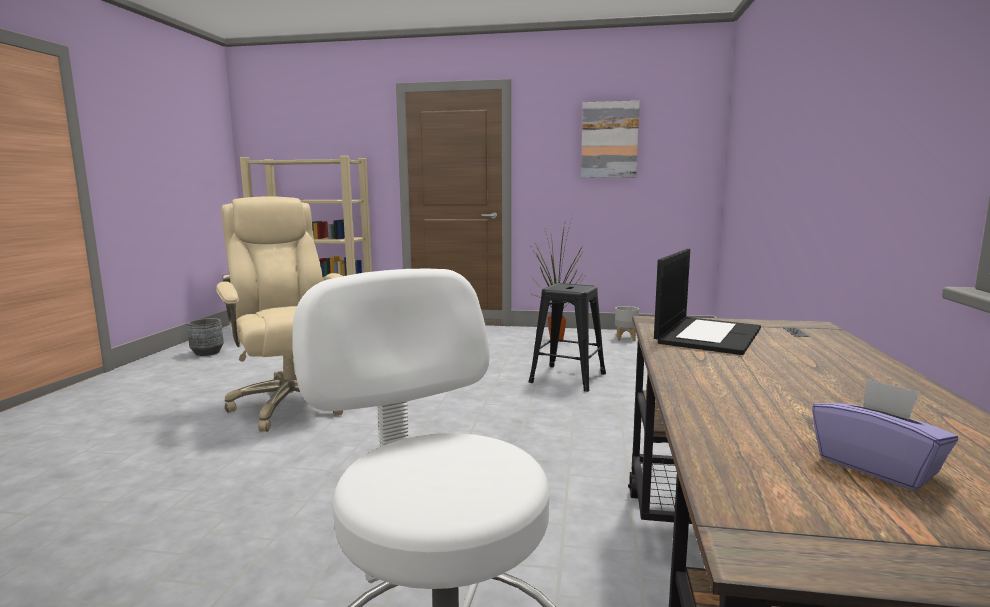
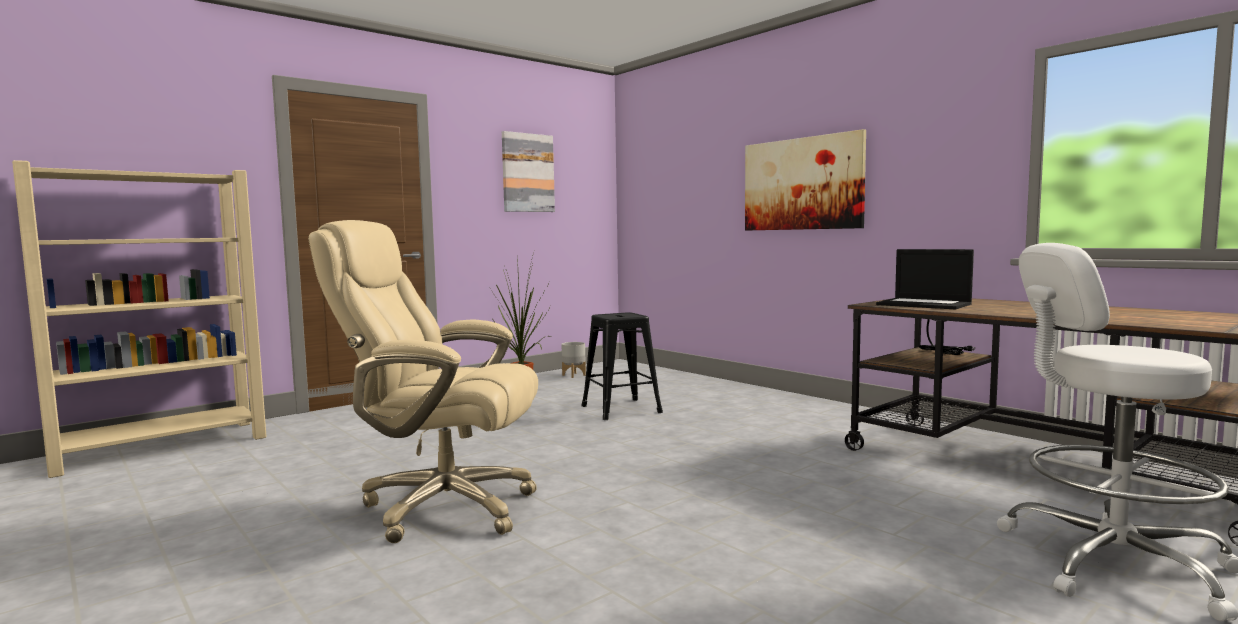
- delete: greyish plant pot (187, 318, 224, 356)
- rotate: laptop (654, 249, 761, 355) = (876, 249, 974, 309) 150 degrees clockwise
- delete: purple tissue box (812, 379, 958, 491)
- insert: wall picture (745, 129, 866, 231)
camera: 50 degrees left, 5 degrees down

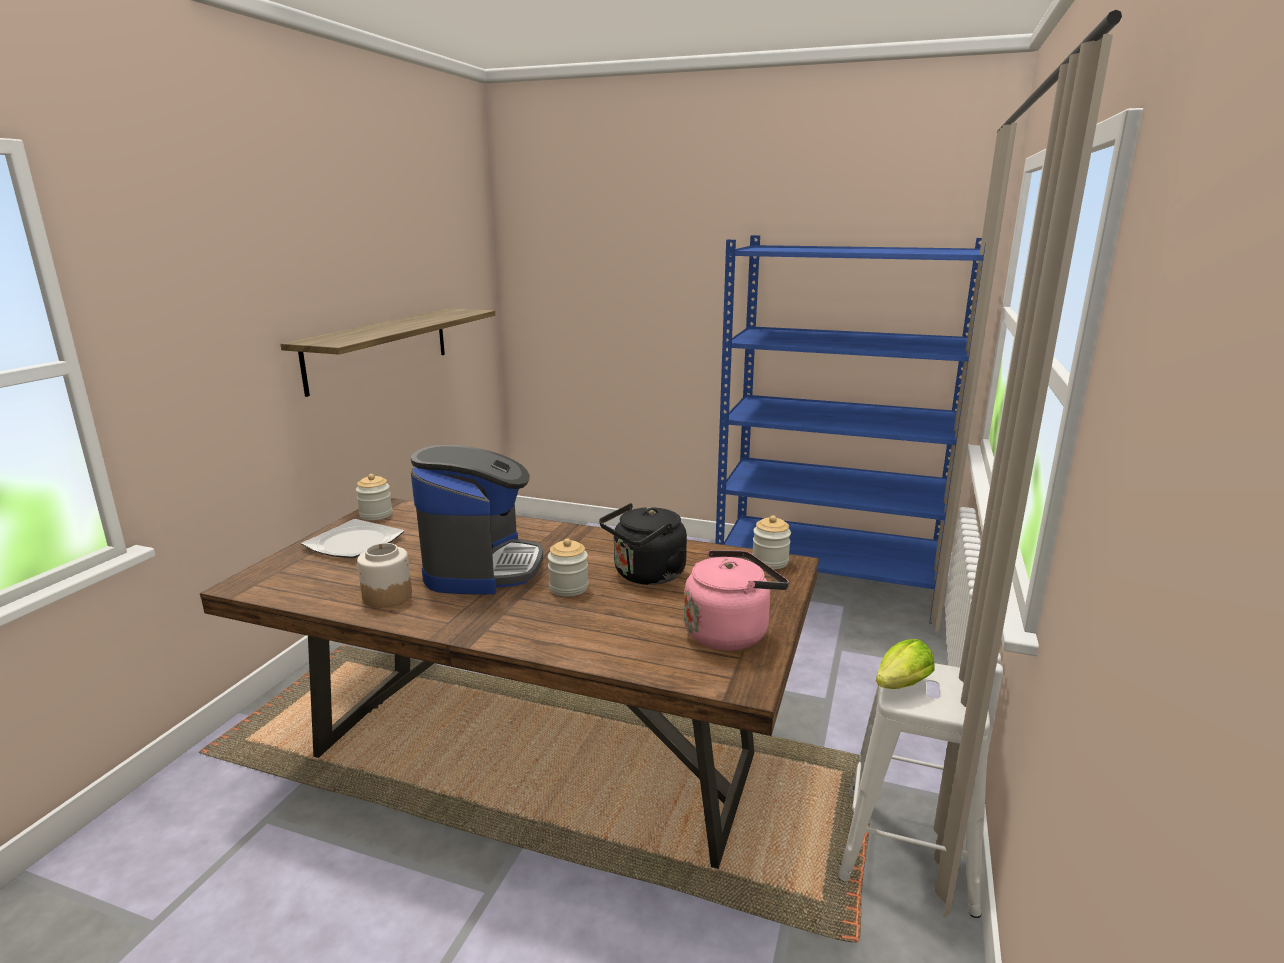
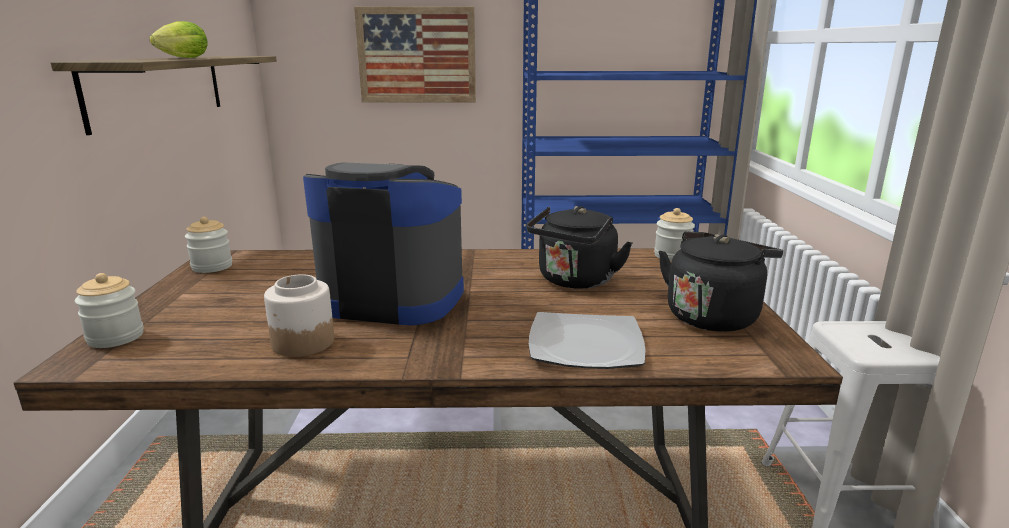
- move: dinner plate (301, 519, 404, 558) to (529, 312, 646, 369)
- rotate: coffee brewer (411, 445, 543, 594) = (303, 163, 464, 326) 60 degrees counterclockwise
- move: jar (548, 539, 589, 597) to (75, 273, 144, 348)
- recolor: pink kettle (684, 550, 789, 651) to black-coloured kettle (659, 232, 783, 332)
- move: head of lettuce (876, 639, 935, 689) to (149, 21, 208, 58)
- insert: wall picture (354, 6, 476, 103)
camera: 20 degrees left, 0 degrees up

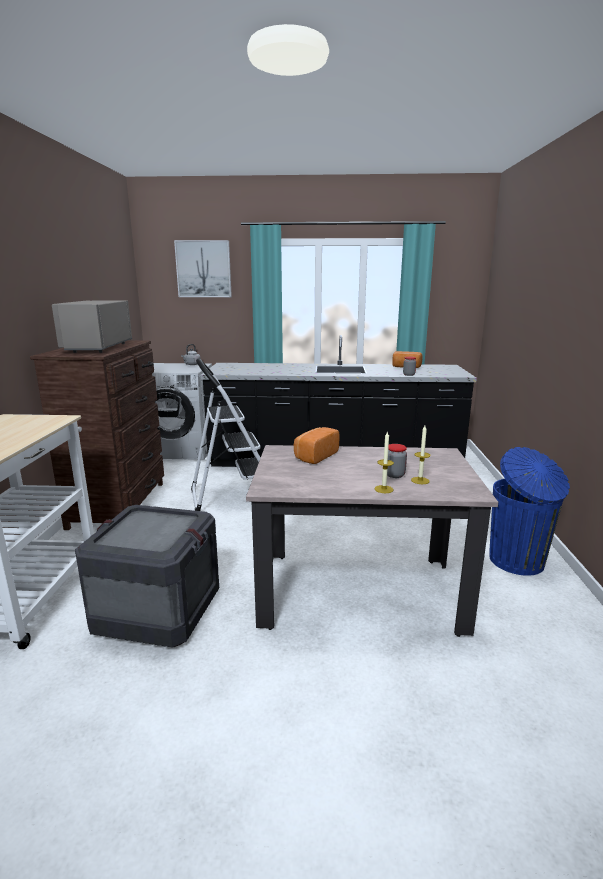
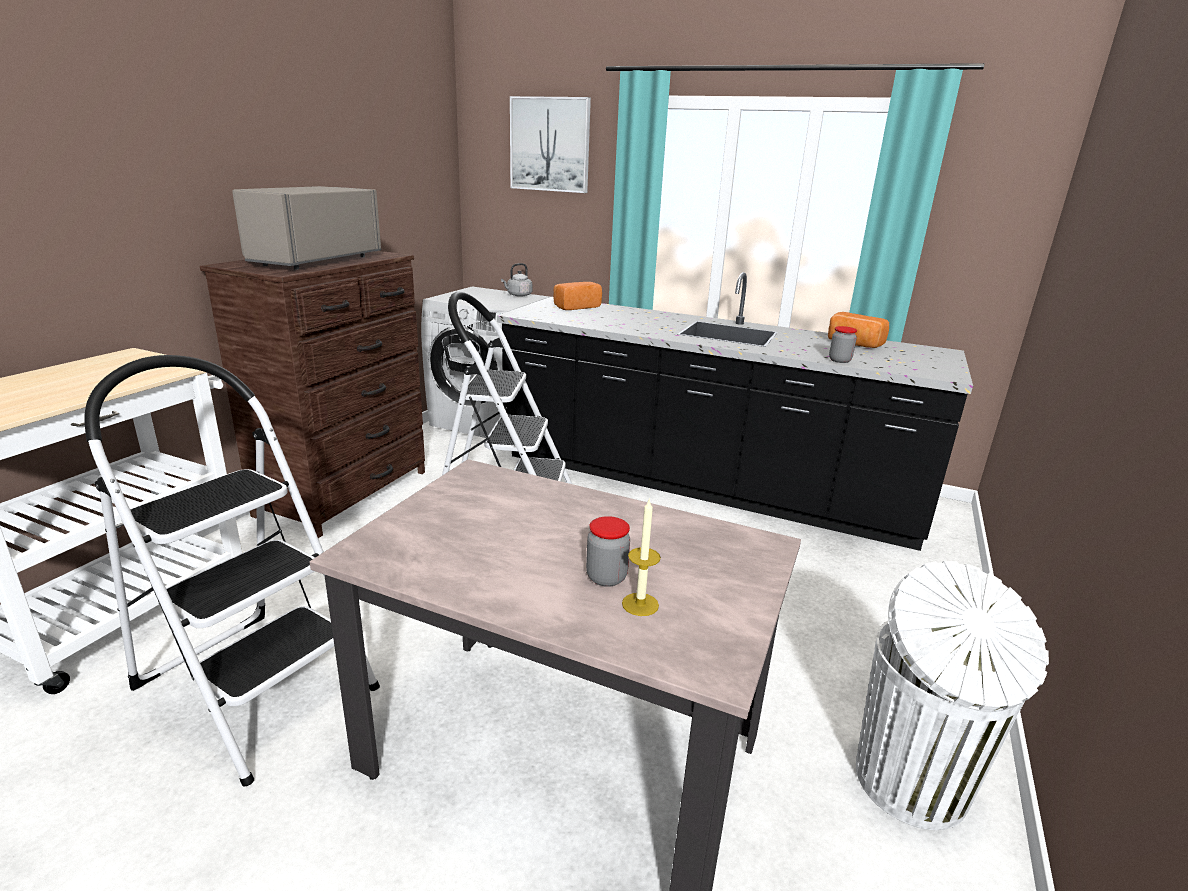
- replace: packing crate (75, 505, 219, 648) to stepladder (85, 355, 380, 787)
- move: bakery bread (294, 427, 339, 464) to (553, 282, 602, 310)
- delete: candle (375, 431, 394, 493)
- recolor: blue waste bin (489, 447, 570, 576) to white-coloured waste bin (856, 561, 1049, 830)
camera: 20 degrees right, 5 degrees up

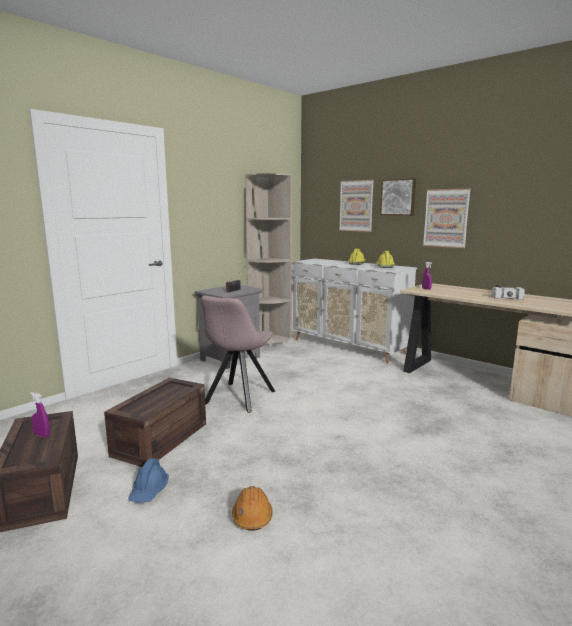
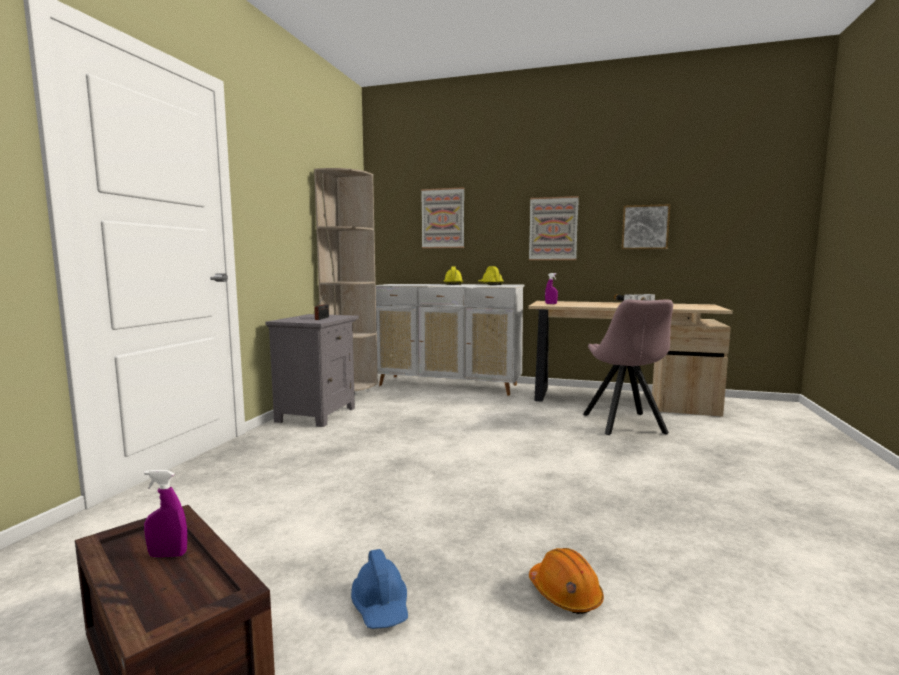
- delete: packing crate (104, 378, 206, 467)
- move: pink plain chair (201, 296, 275, 413) to (583, 299, 673, 435)
- move: wall picture (380, 178, 416, 216) to (621, 204, 670, 250)
camera: 25 degrees left, 5 degrees down

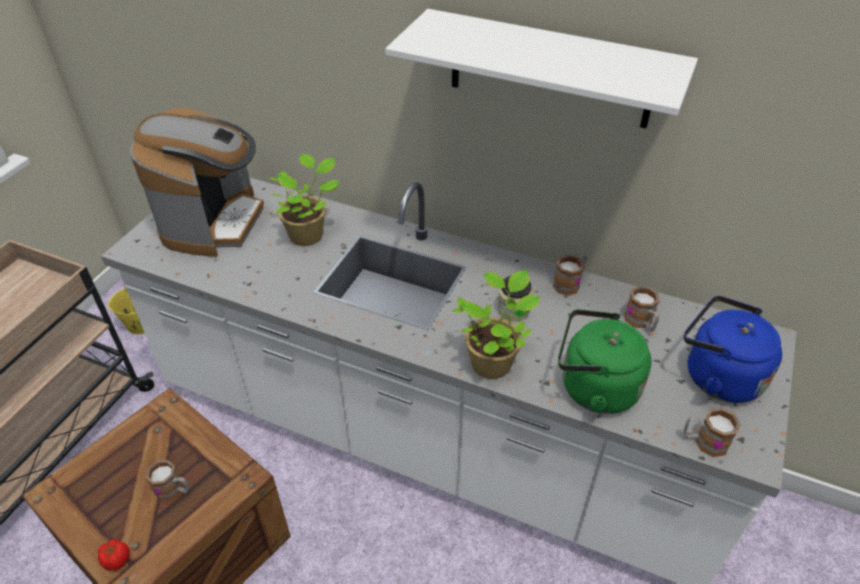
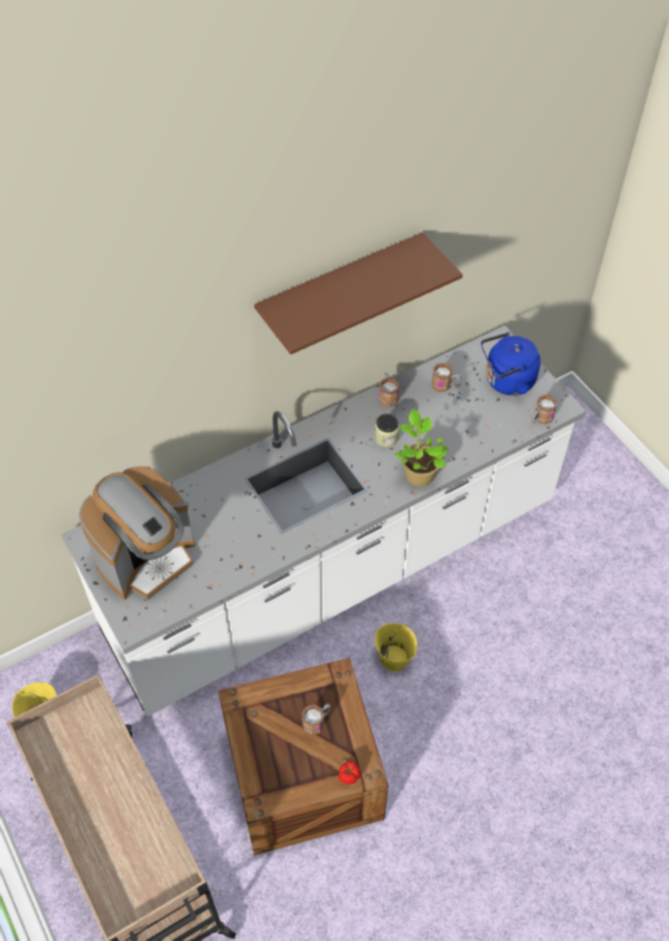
- rotate: coffee brewer (130, 108, 264, 257) = (79, 466, 195, 600) 90 degrees clockwise
- delete: houseplant (269, 153, 340, 246)
- recolor: white-coloured shelf (385, 9, 698, 128) to brown shelf (254, 232, 463, 354)
- delete: greenish kettle (558, 309, 652, 414)
- insert: yellowish bucket (375, 623, 418, 671)
camera: 55 degrees left, 10 degrees up

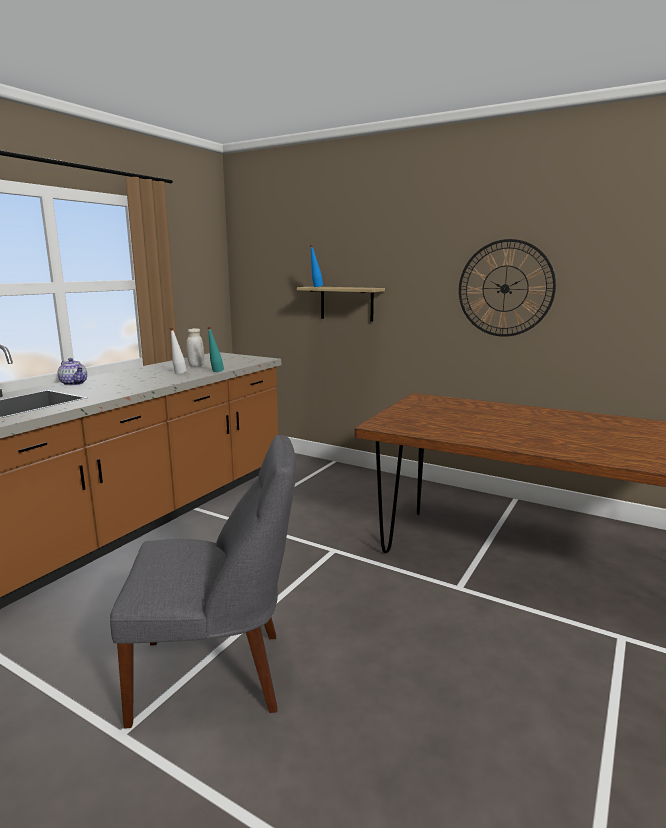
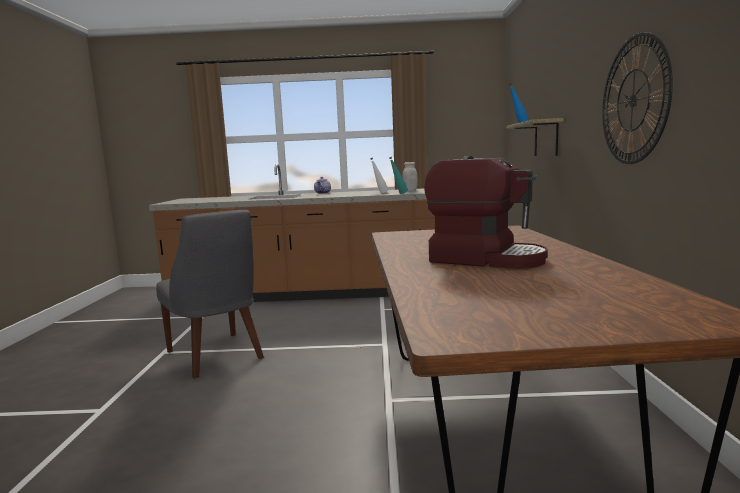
- insert: coffee brewer (424, 156, 548, 269)
camera: 60 degrees right, 5 degrees down

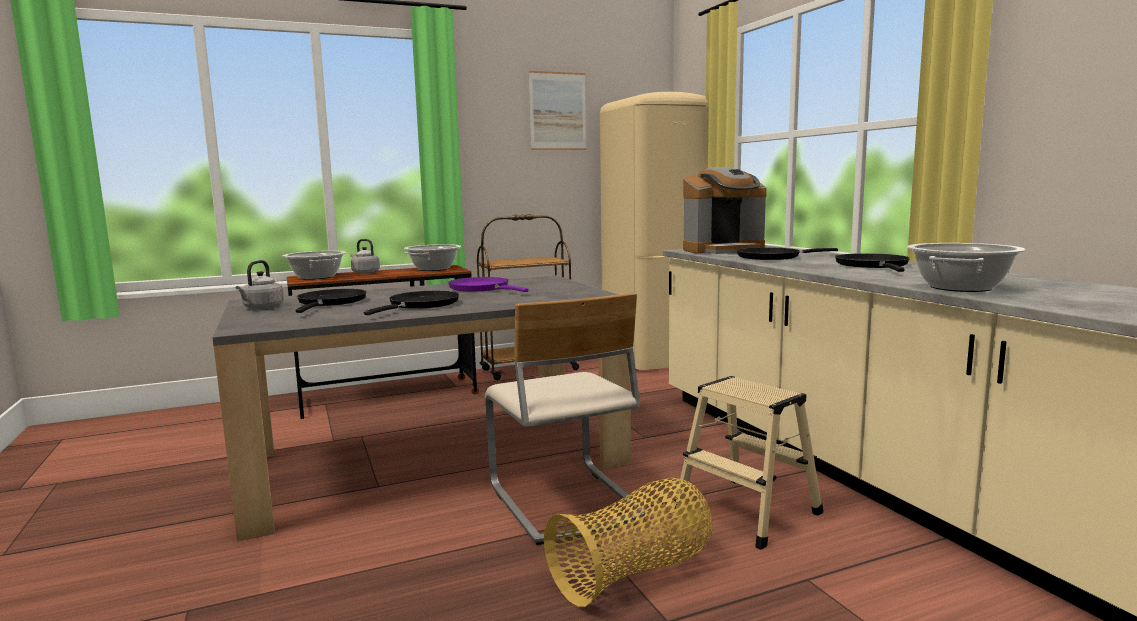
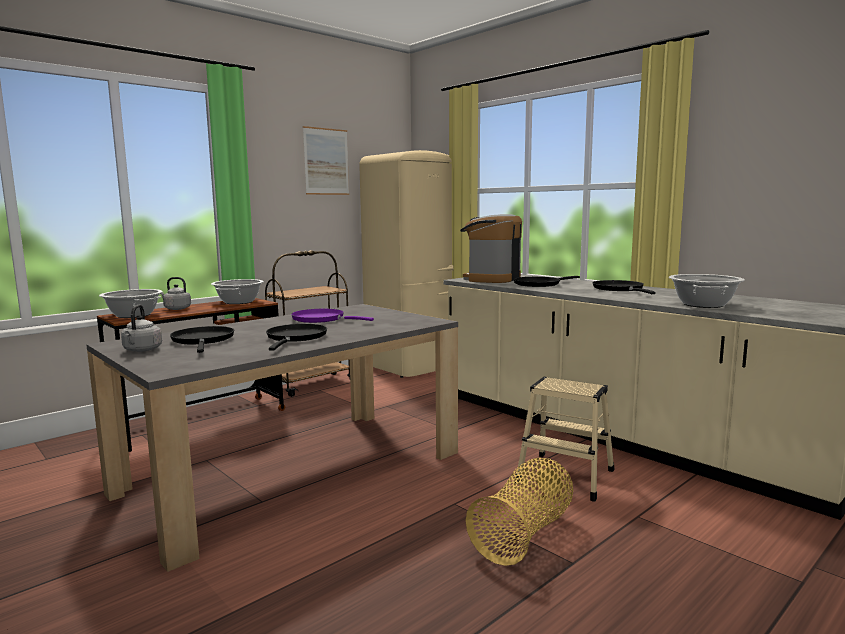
- delete: beige plain chair (485, 293, 649, 545)
- rotate: coffee brewer (683, 167, 767, 254) = (460, 214, 522, 283) 150 degrees clockwise
camera: 20 degrees left, 0 degrees up

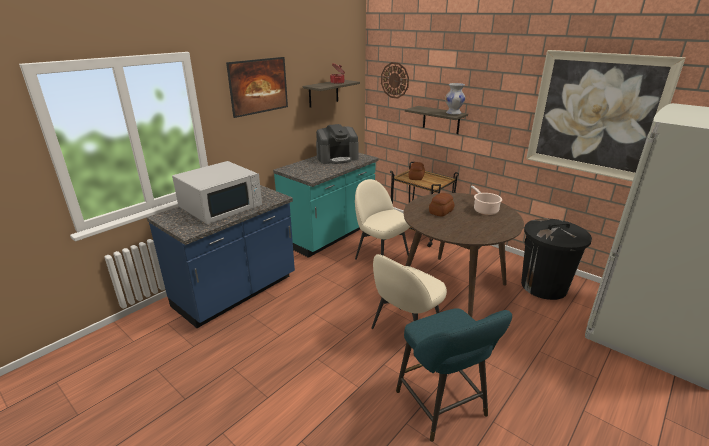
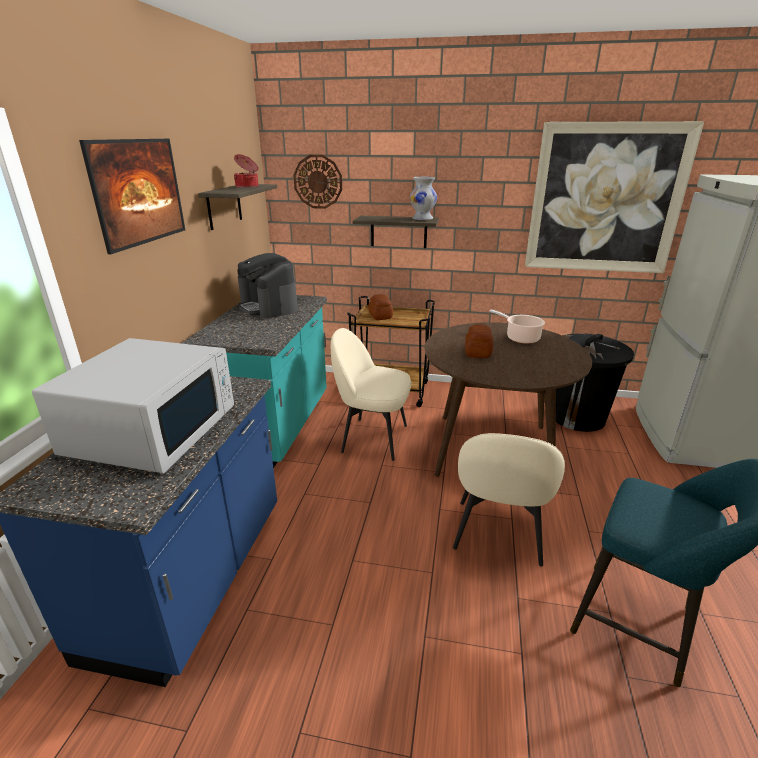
- rotate: coffee brewer (316, 124, 359, 164) = (237, 253, 298, 319) 105 degrees clockwise
camera: 30 degrees left, 0 degrees up

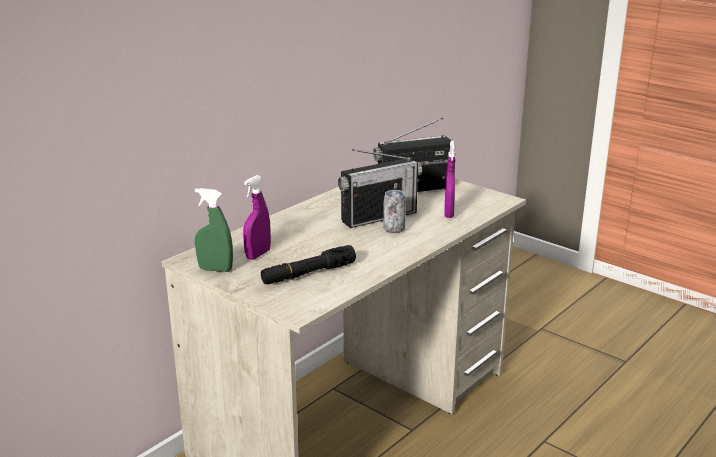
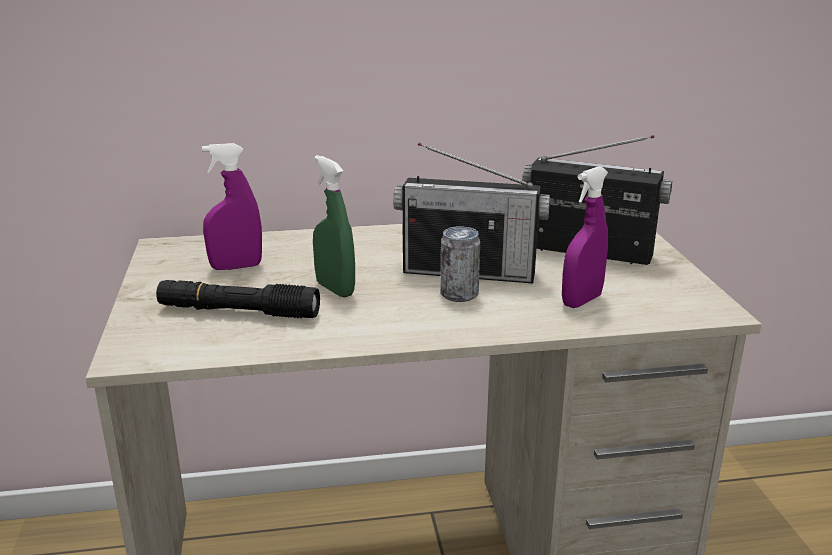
- move: greenish hand sprayer (195, 188, 233, 272) to (313, 155, 355, 298)
camera: 40 degrees right, 0 degrees up

